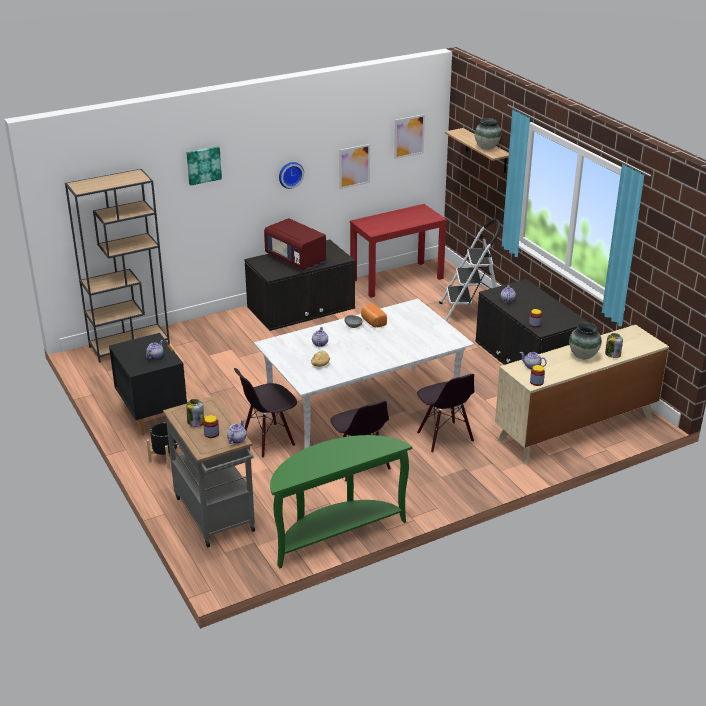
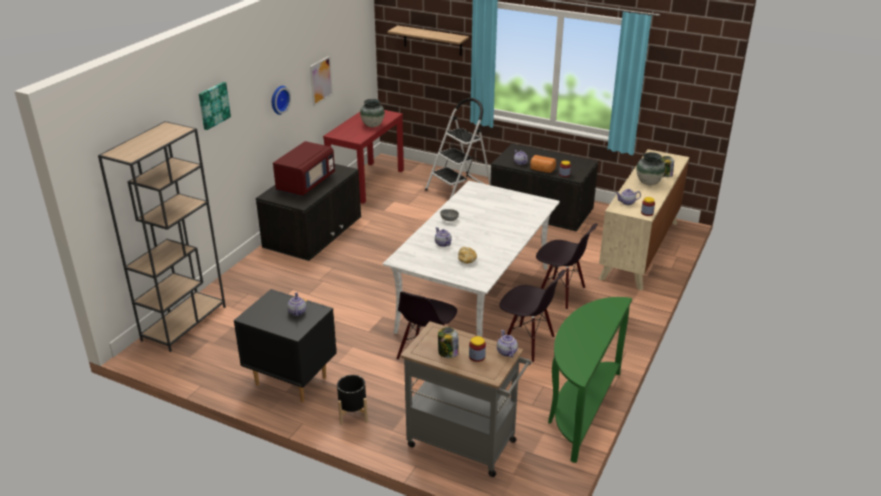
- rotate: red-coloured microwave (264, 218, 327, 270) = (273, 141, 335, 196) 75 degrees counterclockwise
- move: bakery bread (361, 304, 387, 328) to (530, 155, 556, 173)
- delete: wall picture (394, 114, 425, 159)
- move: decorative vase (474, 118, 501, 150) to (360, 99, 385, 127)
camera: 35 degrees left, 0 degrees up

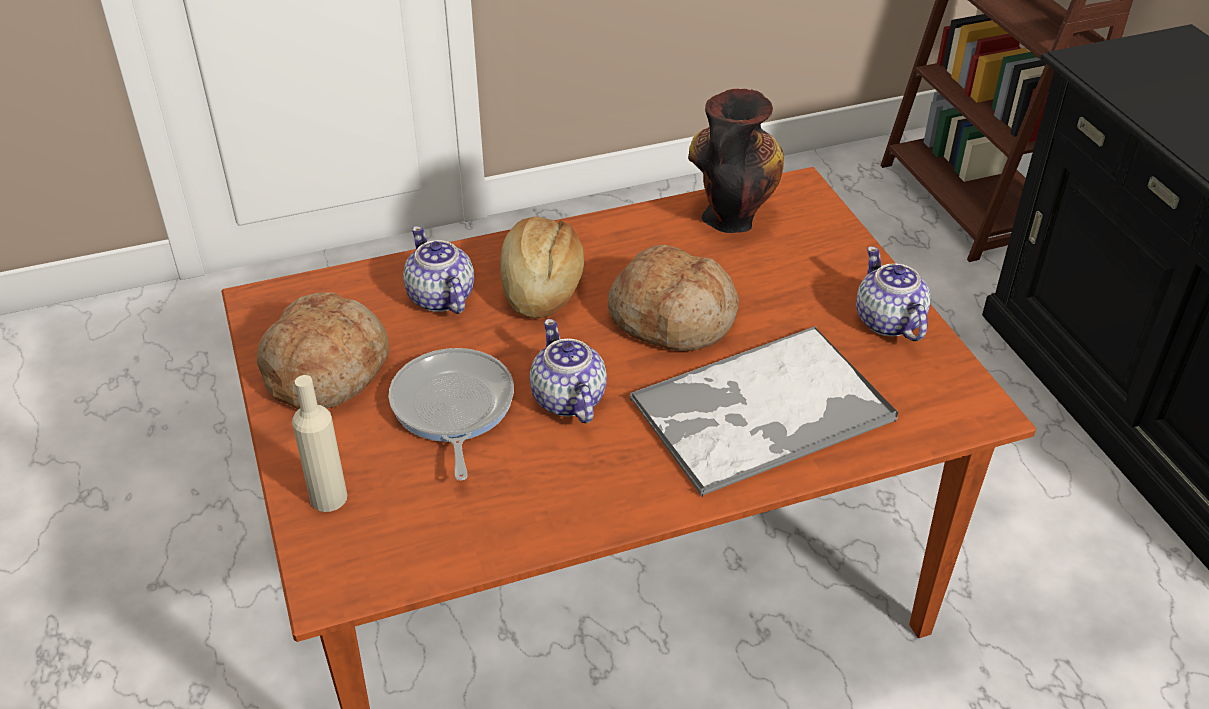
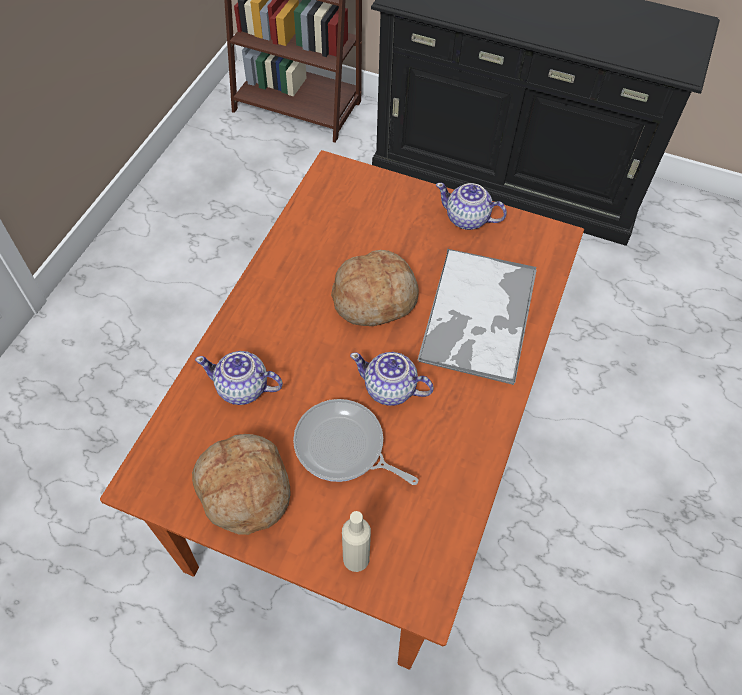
- delete: bakery bread (500, 217, 584, 318)
- delete: decorative vase (688, 89, 784, 233)
camera: 50 degrees left, 15 degrees up

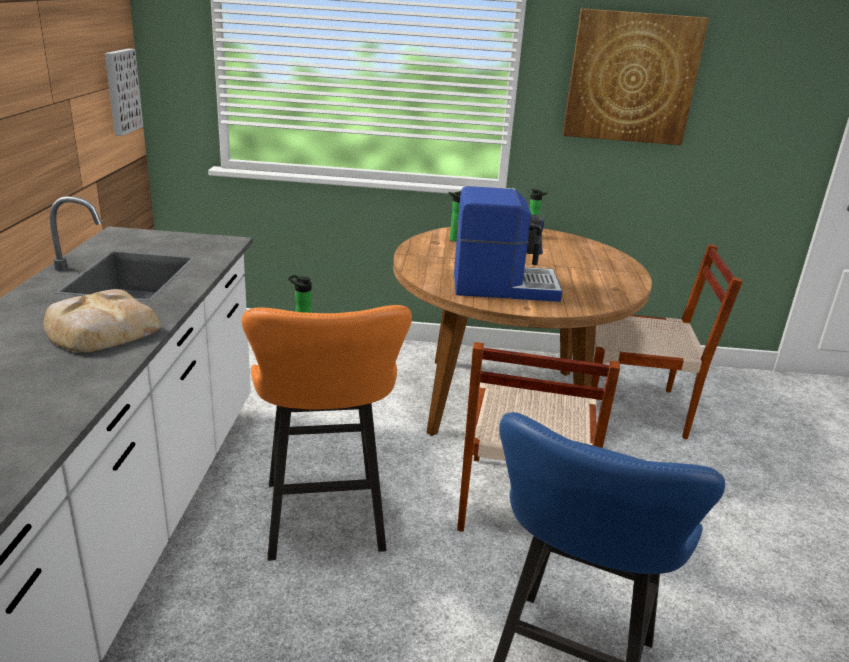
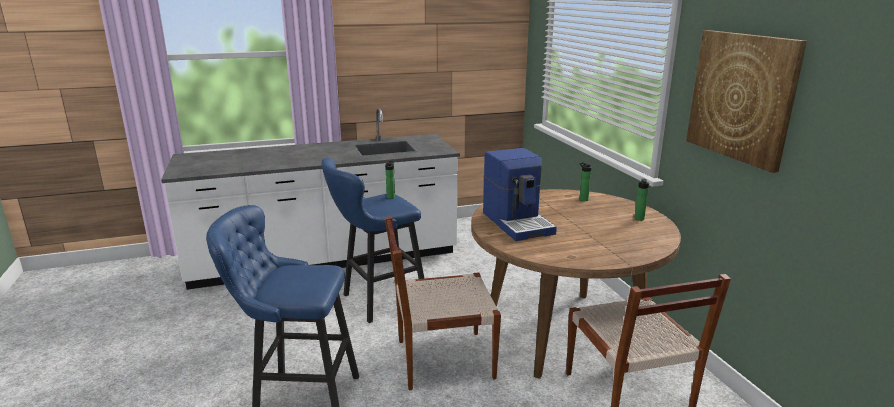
- delete: bakery bread (44, 289, 161, 353)
- delete: wall picture (105, 49, 143, 136)
- recolor: orange sitting stool (242, 305, 412, 561) to blue sitting stool (321, 158, 424, 323)
camera: 70 degrees right, 5 degrees down

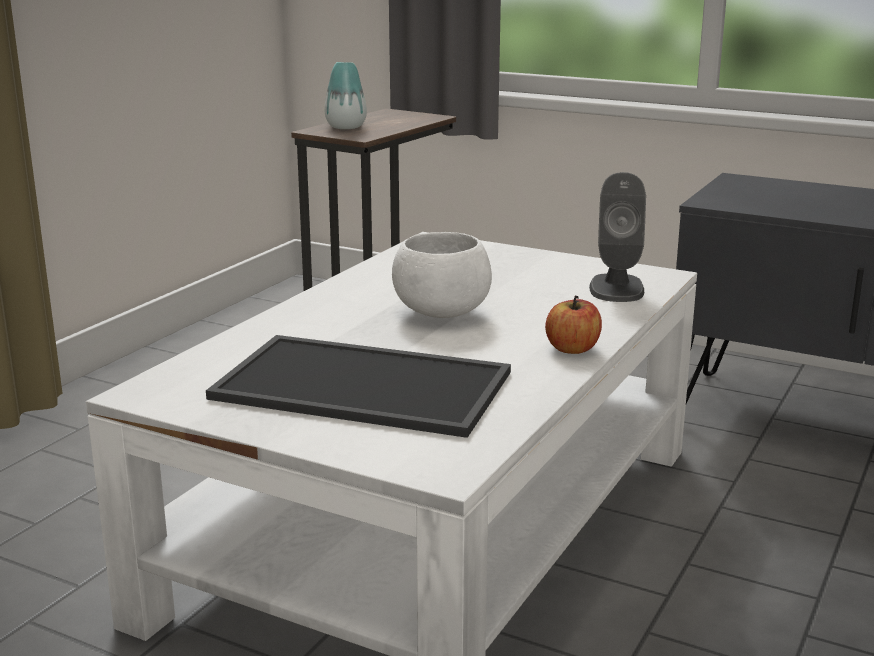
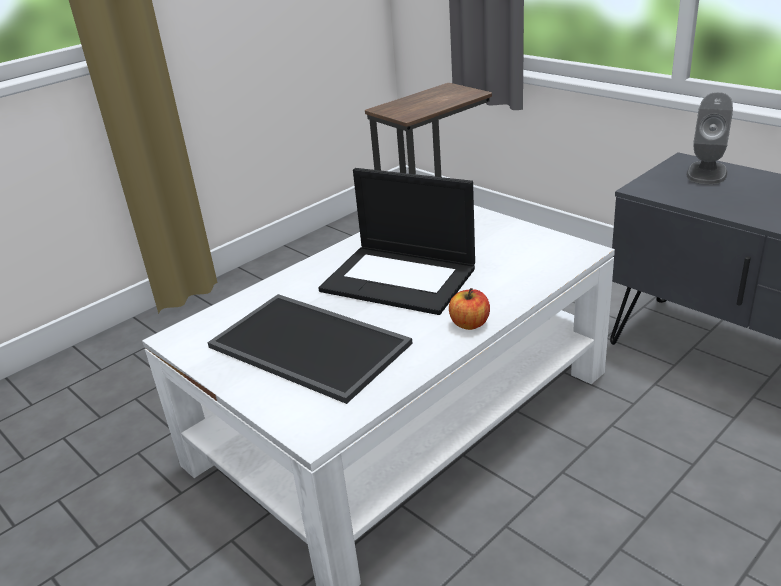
- delete: decorative vase (325, 62, 367, 129)
- replace: white-coloured bowl (392, 232, 492, 318) to laptop (318, 168, 475, 315)
- move: greyish audio speaker (589, 172, 646, 302) to (687, 92, 733, 184)
camera: 20 degrees right, 10 degrees up

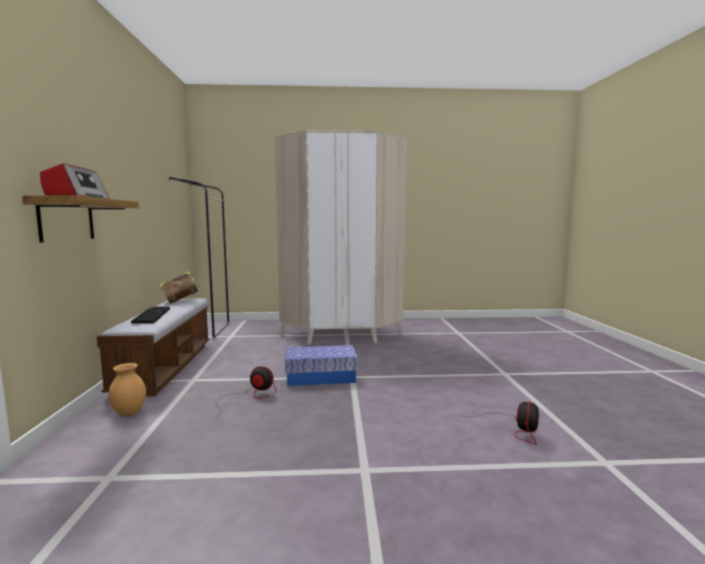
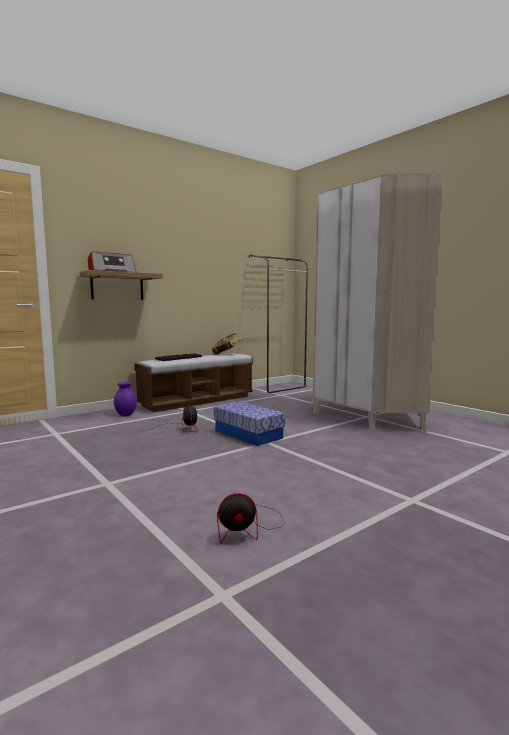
- recolor: brown decorative vase (108, 363, 146, 417) to purple decorative vase (114, 382, 137, 416)
camera: 55 degrees right, 0 degrees up

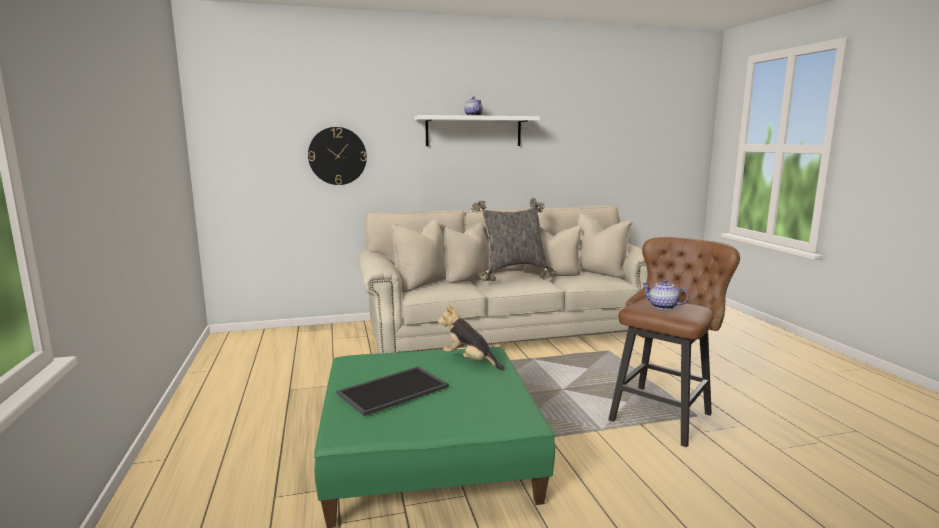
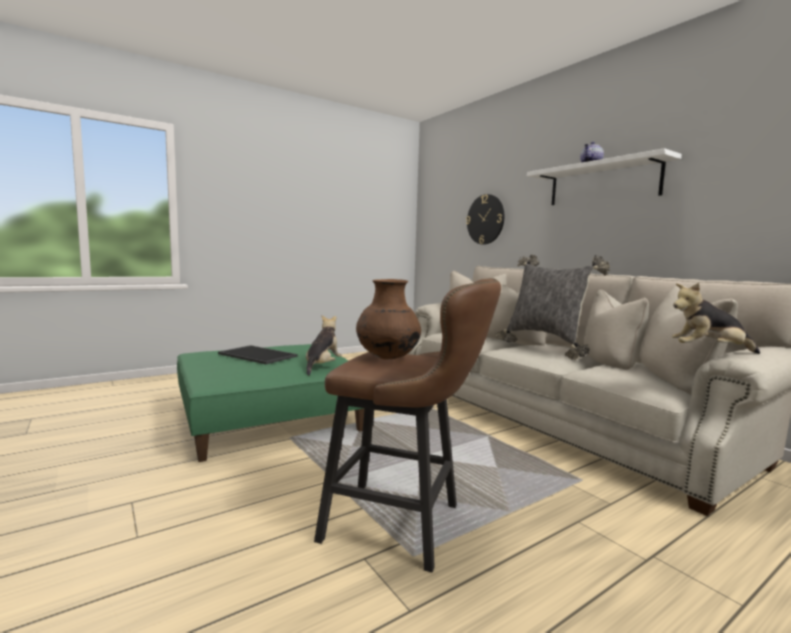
- replace: teapot (642, 279, 689, 310) to brown decorative vase (356, 279, 421, 360)
- insert: cuddly toy (672, 283, 760, 354)
camera: 70 degrees right, 5 degrees down

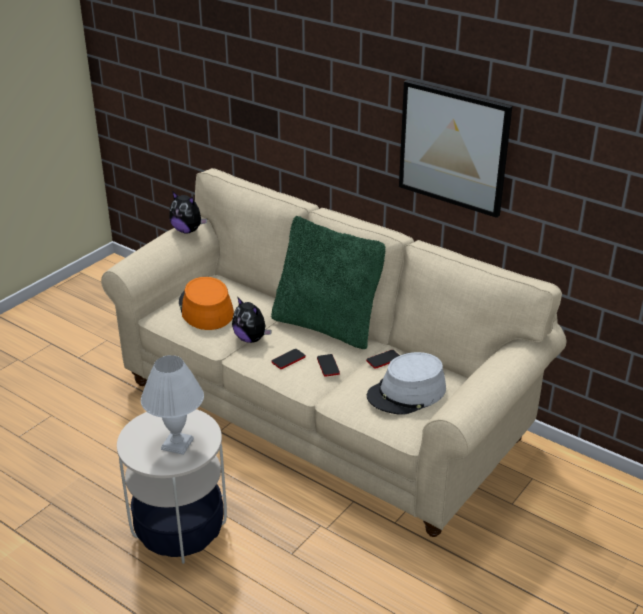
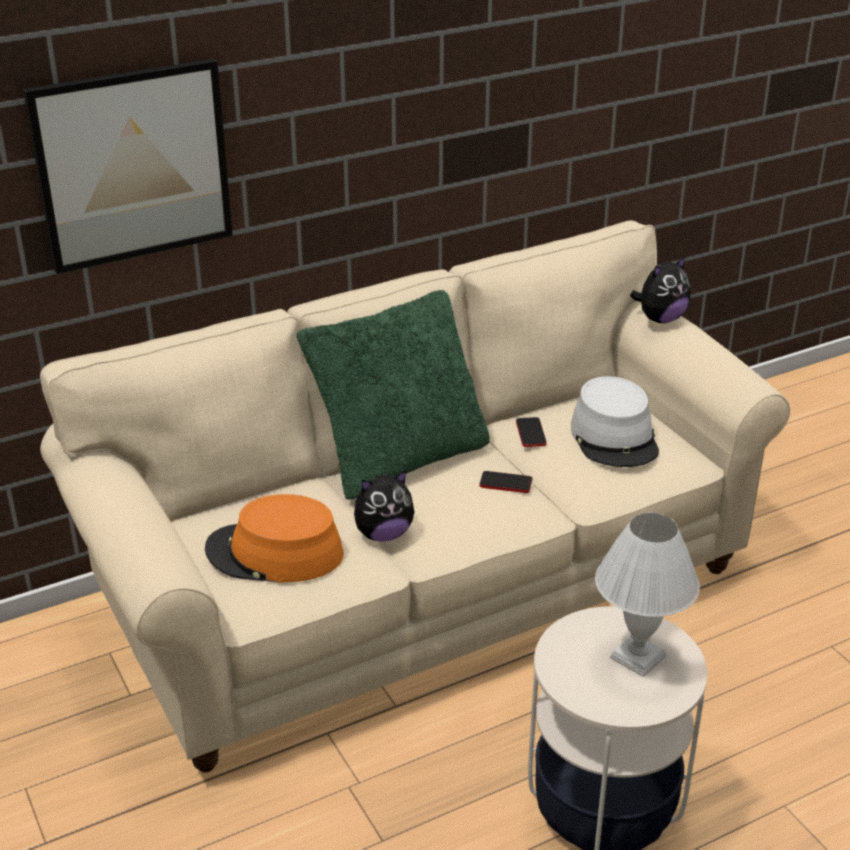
- move: cuddly toy (169, 191, 207, 234) to (630, 255, 691, 323)
- delete: telephone (271, 349, 306, 369)
- move: wall picture (399, 80, 512, 218) to (23, 59, 233, 274)
camera: 65 degrees left, 0 degrees up

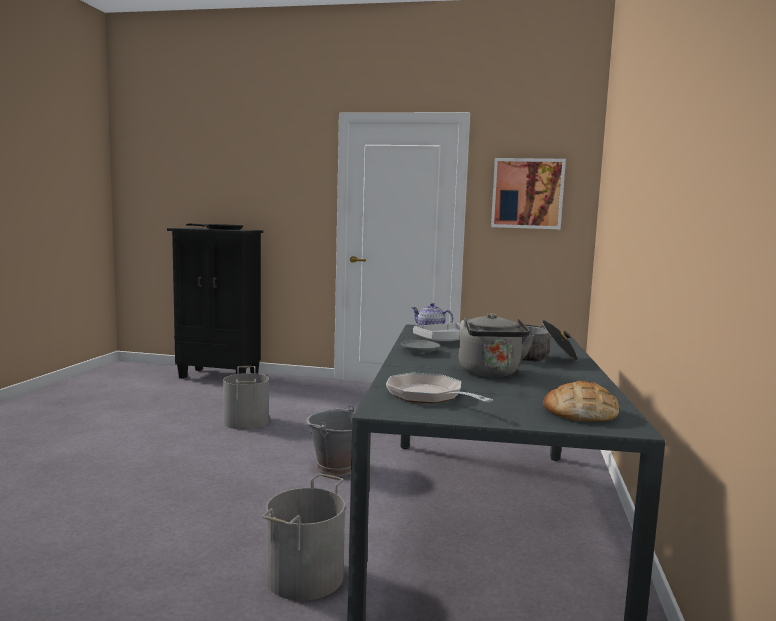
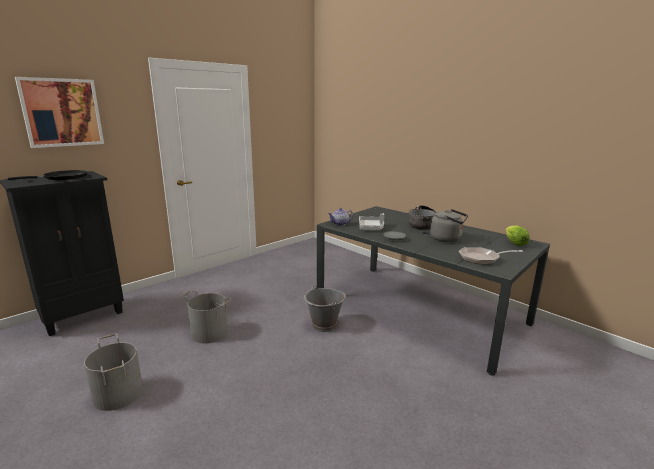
- move: greyish bucket (262, 474, 345, 601) to (84, 334, 143, 411)
- move: wall picture (491, 158, 566, 229) to (15, 77, 104, 148)
- replace: bakery bread (543, 381, 619, 422) to head of lettuce (505, 225, 530, 246)
camera: 55 degrees left, 10 degrees up

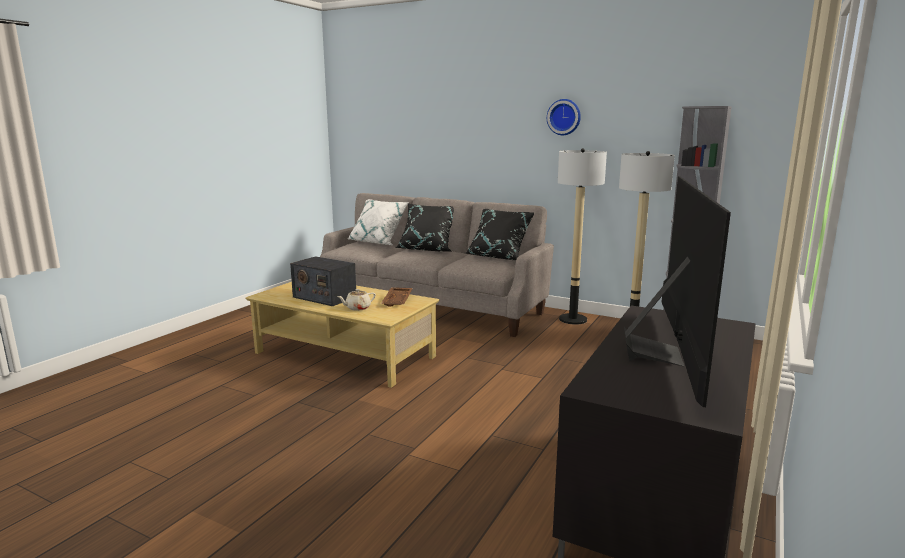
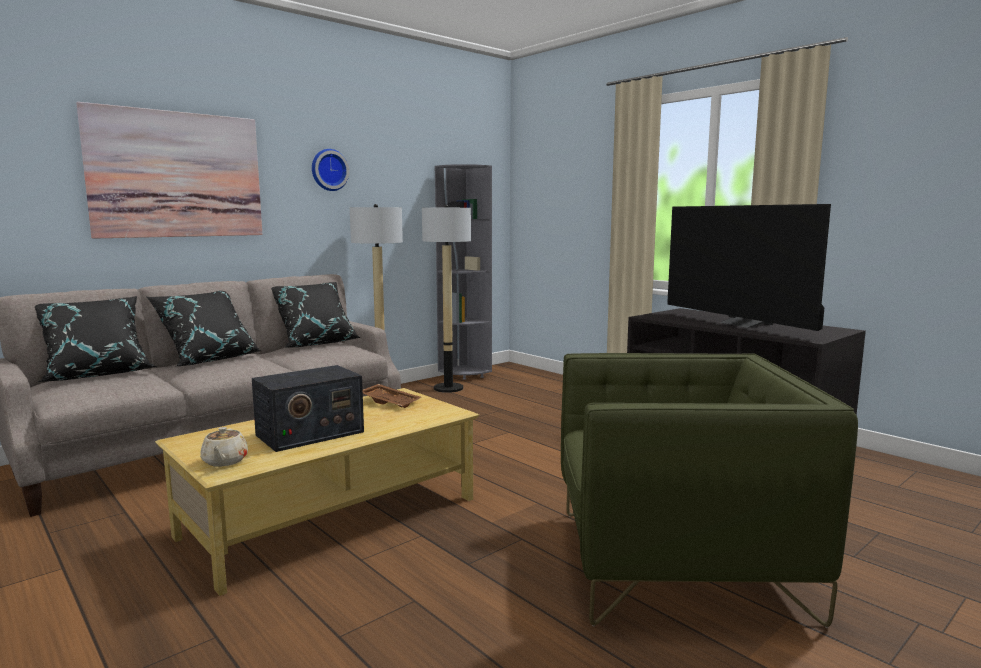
- move: beige teapot (337, 289, 376, 311) to (200, 427, 248, 466)
- recolor: white-coloured pillow (348, 199, 409, 245) to black-coloured pillow (35, 296, 157, 382)
- rotate: TV set (624, 176, 731, 407) = (667, 204, 831, 331) 150 degrees counterclockwise
- insert: wall picture (76, 102, 263, 239)
- insert: greenish easy chair (561, 353, 858, 628)
camera: 70 degrees left, 5 degrees down

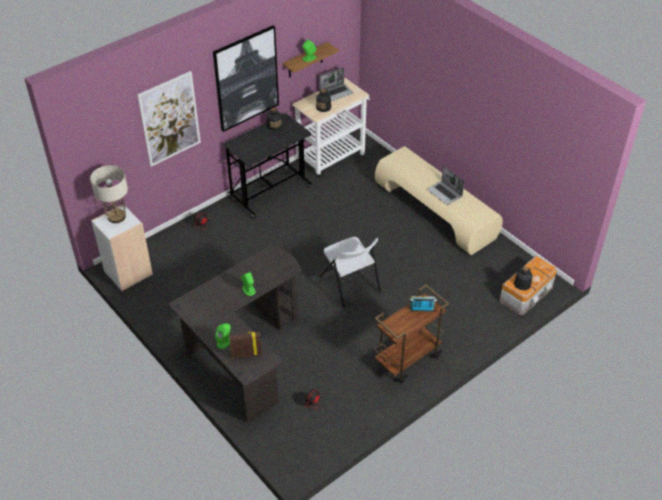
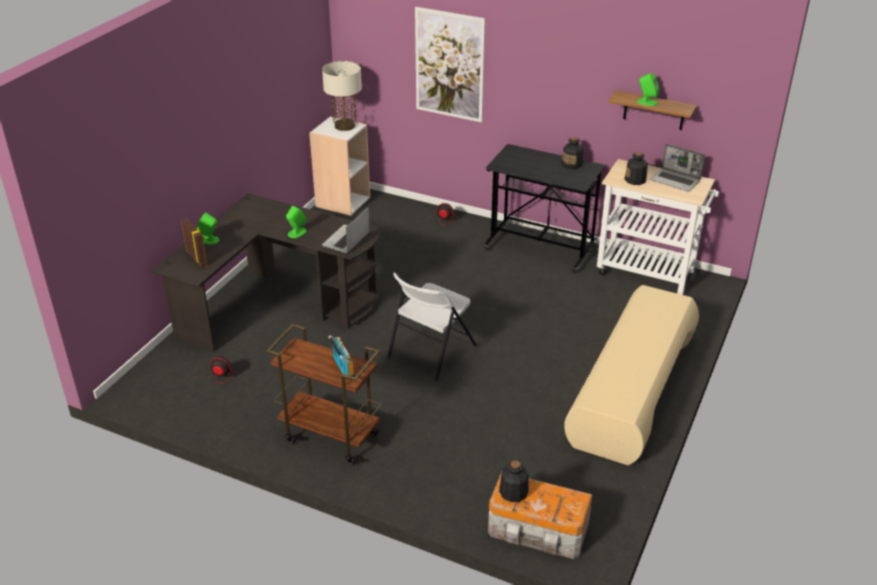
- delete: wall picture (213, 26, 279, 132)
- move: laptop (427, 166, 464, 205) to (322, 207, 370, 253)
camera: 65 degrees right, 10 degrees down

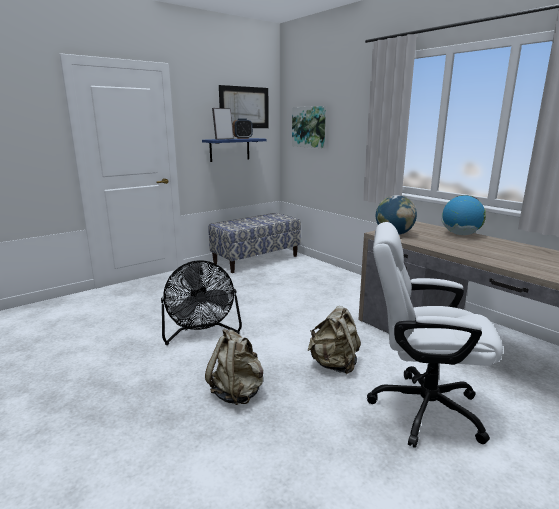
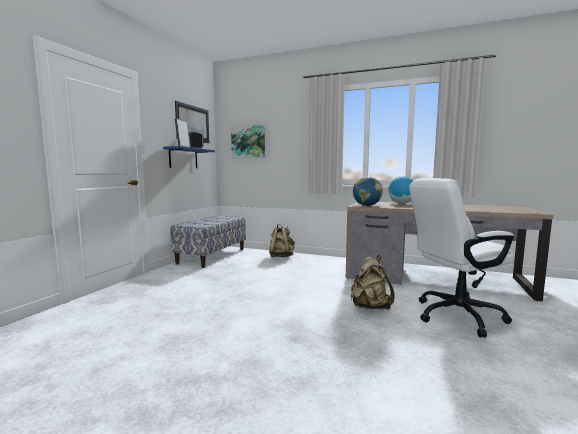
- delete: black-coloured fan (161, 260, 242, 345)
- move: beige backpack (205, 329, 264, 405) to (269, 224, 295, 257)
camera: 30 degrees left, 10 degrees down

